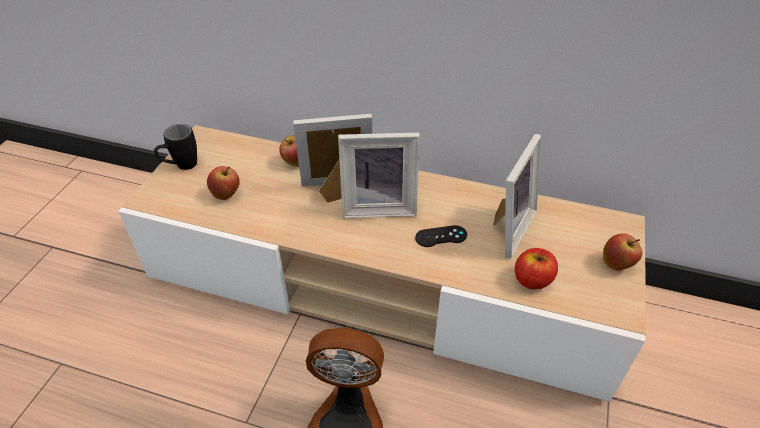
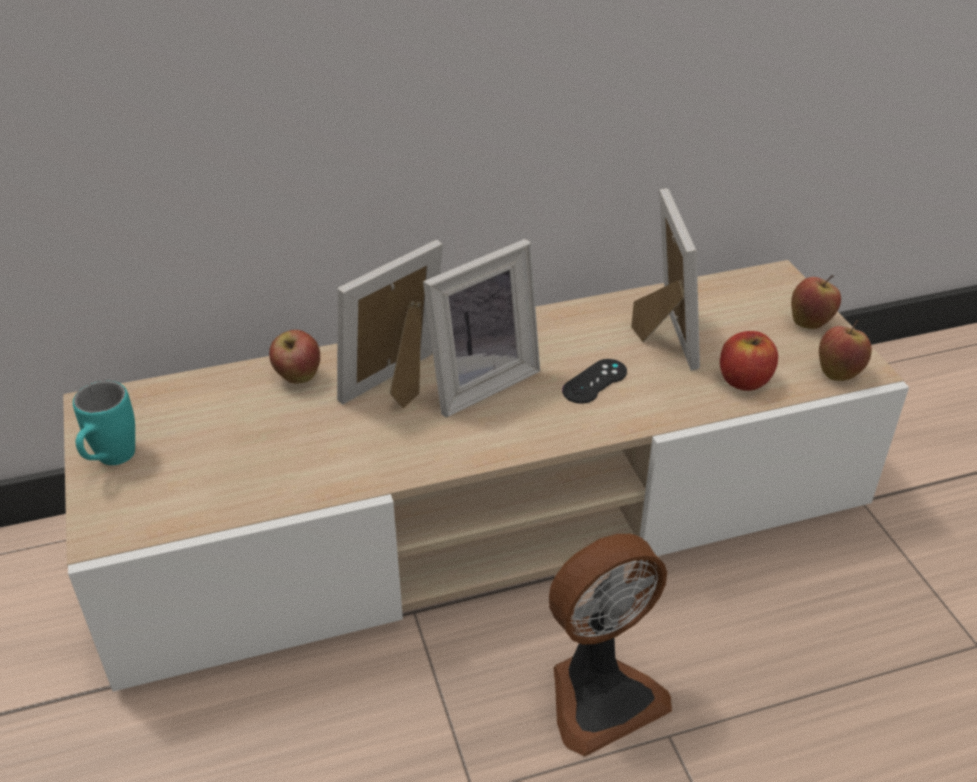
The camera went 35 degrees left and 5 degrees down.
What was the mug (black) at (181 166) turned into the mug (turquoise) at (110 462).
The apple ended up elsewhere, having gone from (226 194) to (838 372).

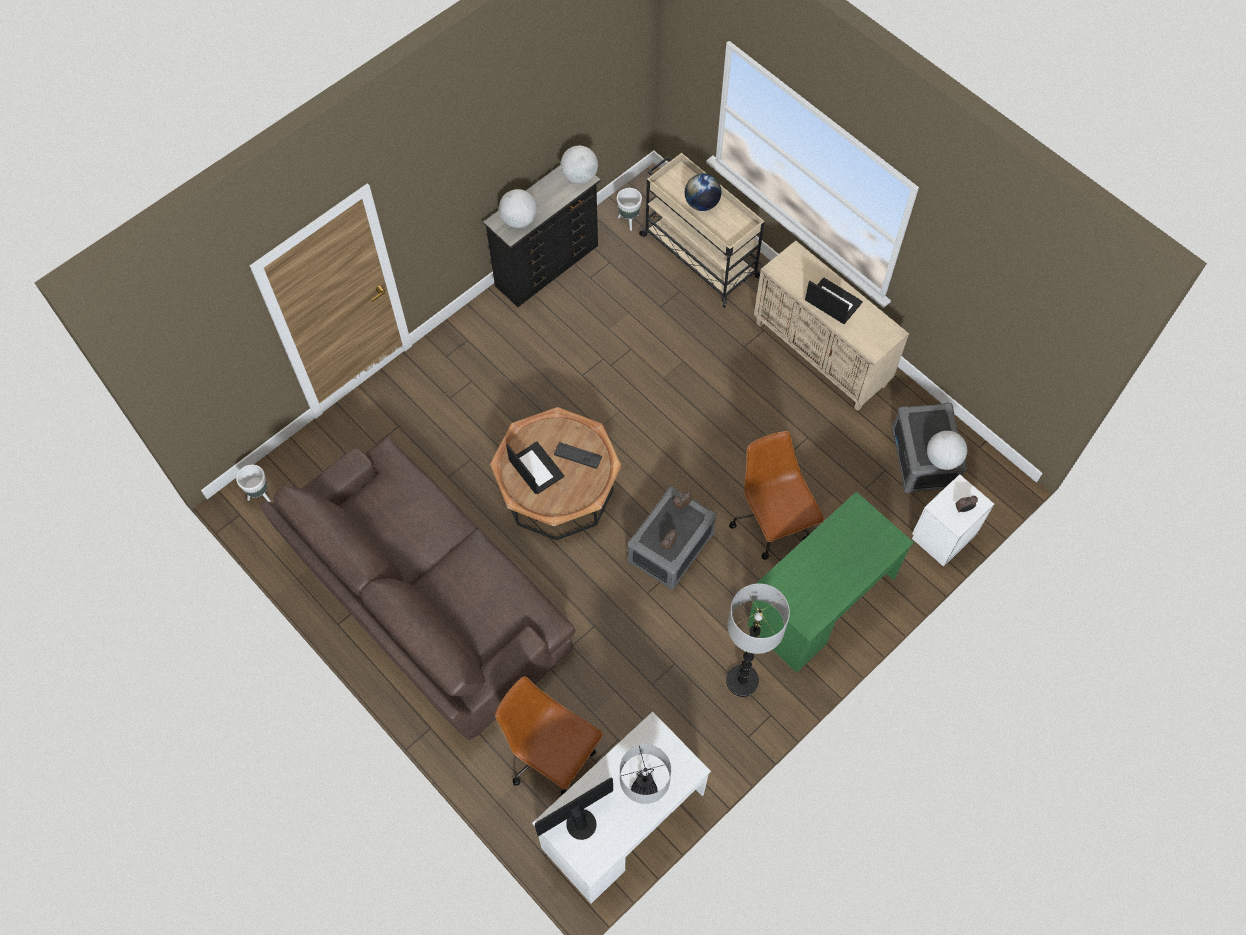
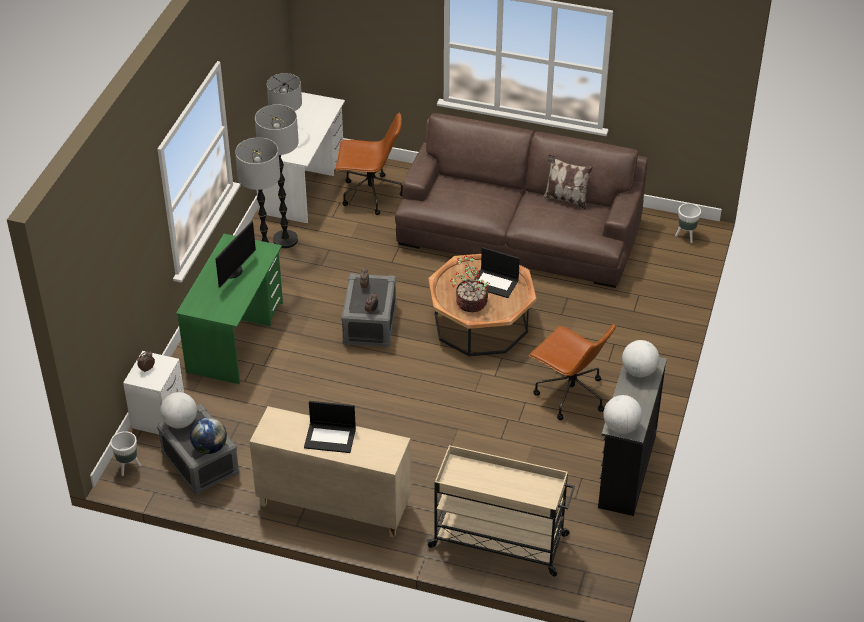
The camera went 150 degrees right and 20 degrees down.
The monitor ended up elsewhere, having gone from (579 821) to (233 271).
Where the keyboard stood at (578 455), the potted plant came to stand at (470 302).
The planter (white) ended up elsewhere, having gone from (629 221) to (128 467).
The globe ended up elsewhere, having gone from (702 203) to (209 447).
The office chair (brown) ended up elsewhere, having gone from (772 523) to (569 394).
The second view gained the floor lamp at (285 240).
The second view gained the pillow at (565 199).

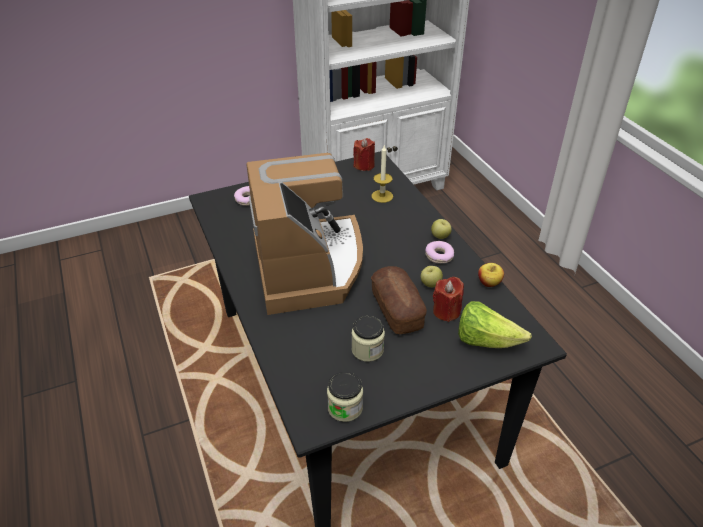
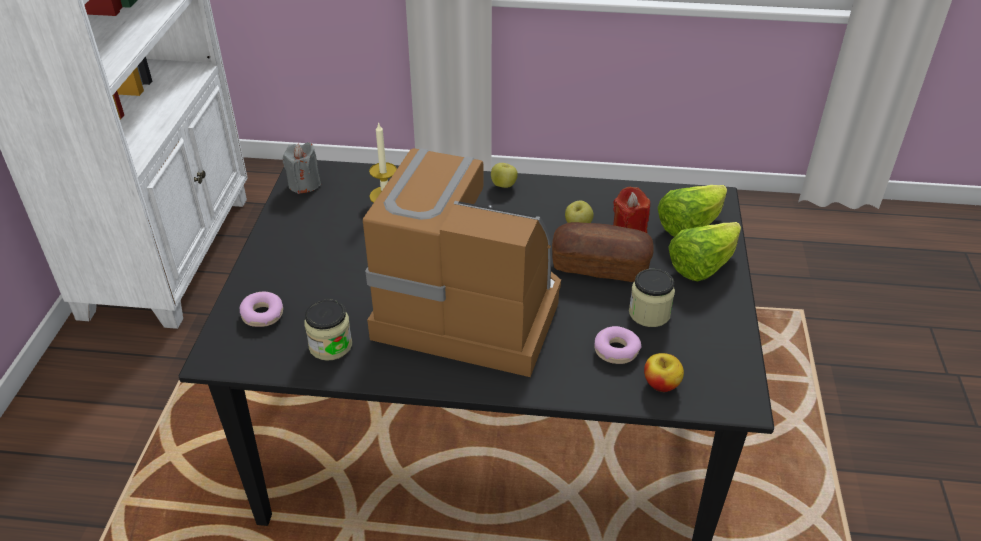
The camera went 60 degrees left and 0 degrees up.
The jar ended up elsewhere, having gone from (345 407) to (330 345).
What was the candle (red) at (364 165) turned into the candle (grey) at (304 184).
The donut ended up elsewhere, having gone from (439 256) to (616 350).
The apple ended up elsewhere, having gone from (489 283) to (661 384).
The second view gained the lettuce at (702 266).

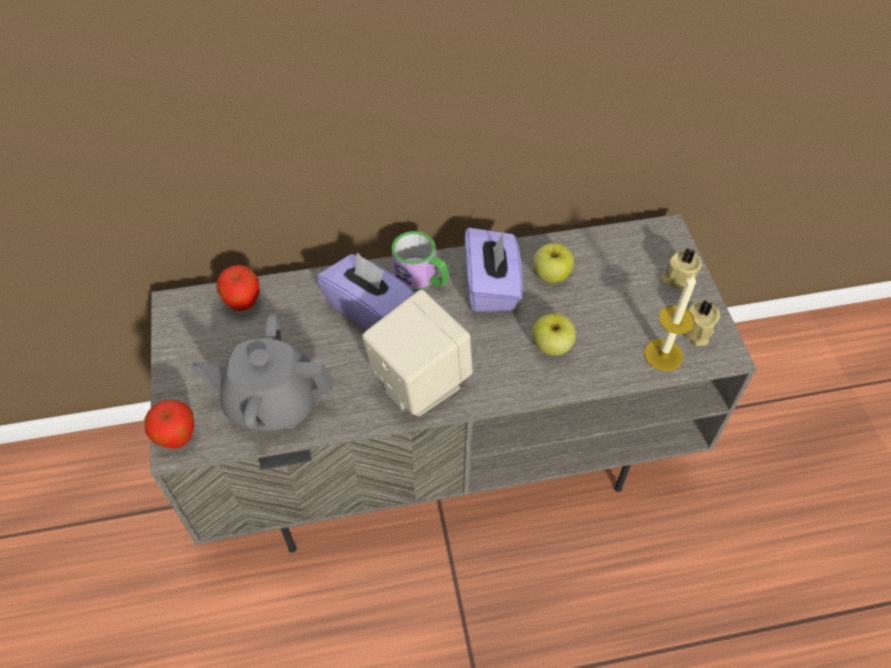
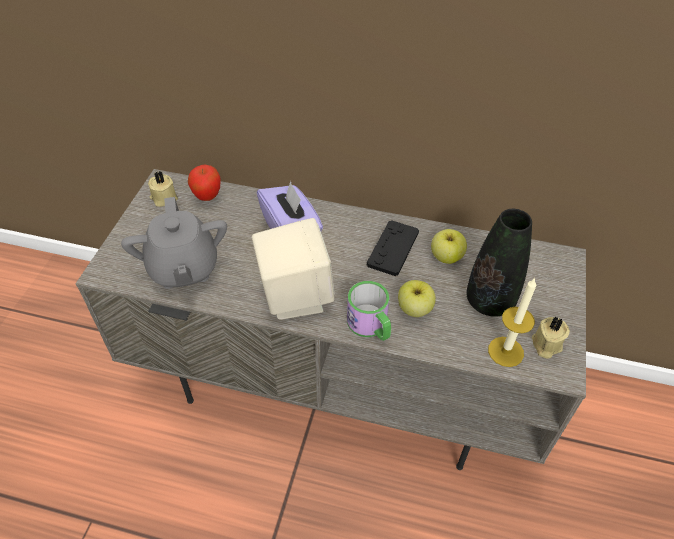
The camera went 25 degrees right and 5 degrees down.
The second view lost the apple at (178 438).
The teapot (grey) at (272 402) ended up facing another way, 135 degrees counterclockwise from before.
The mug ended up elsewhere, having gone from (421 278) to (371 326).
Where the tissue box (purple) stood at (491 286), the game controller (black) came to stand at (393 248).
The candle (beige) ended up elsewhere, having gone from (678 279) to (163 198).
The second view gained the vase (black) at (489 302).

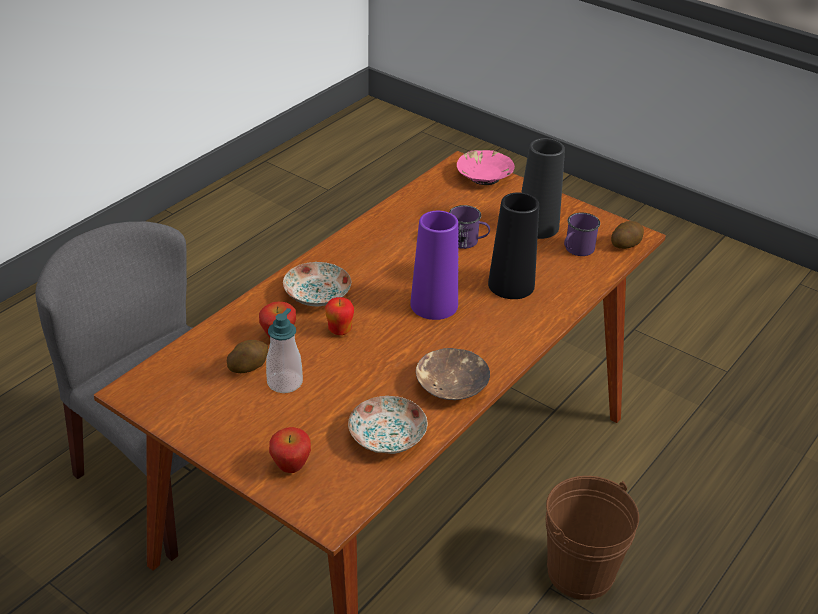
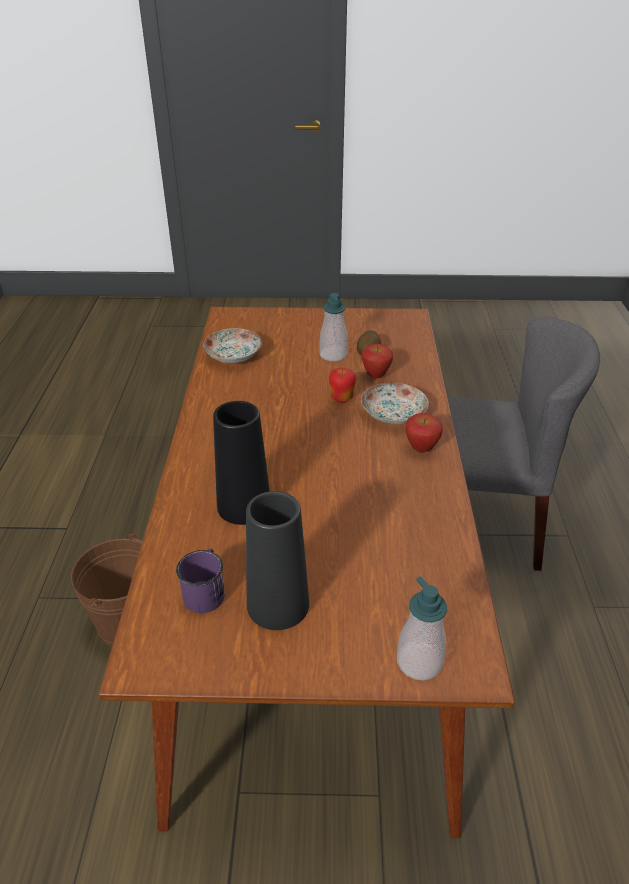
The camera went 145 degrees right and 0 degrees up.
The apple ended up elsewhere, having gone from (291 467) to (421 449).
The second view lost the vase (purple) at (434 304).
The second view lost the bowl (brown) at (451 385).
The second view lost the mug (purple) at (468 241).
Where the bowl (pink) stood at (485 176), the soap dispenser came to stand at (419 662).
The second view lost the potato at (625 244).

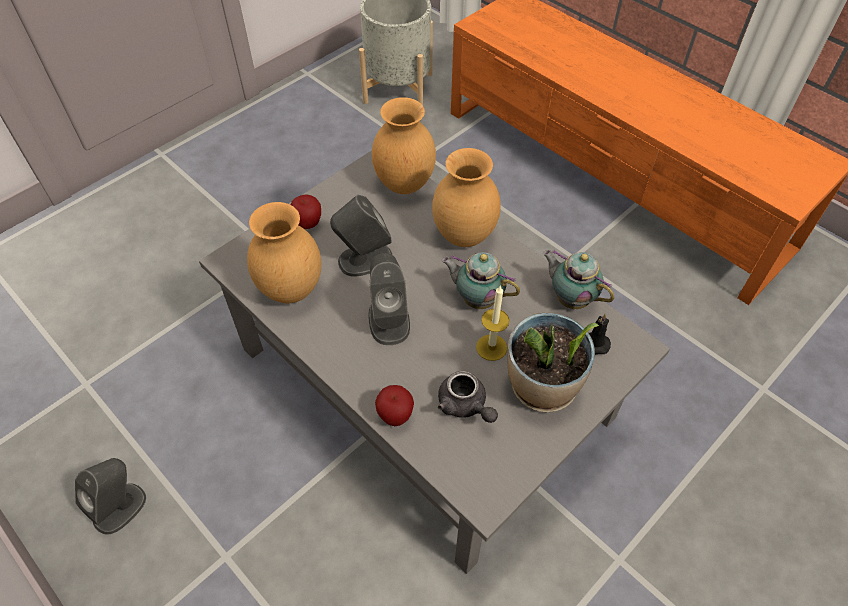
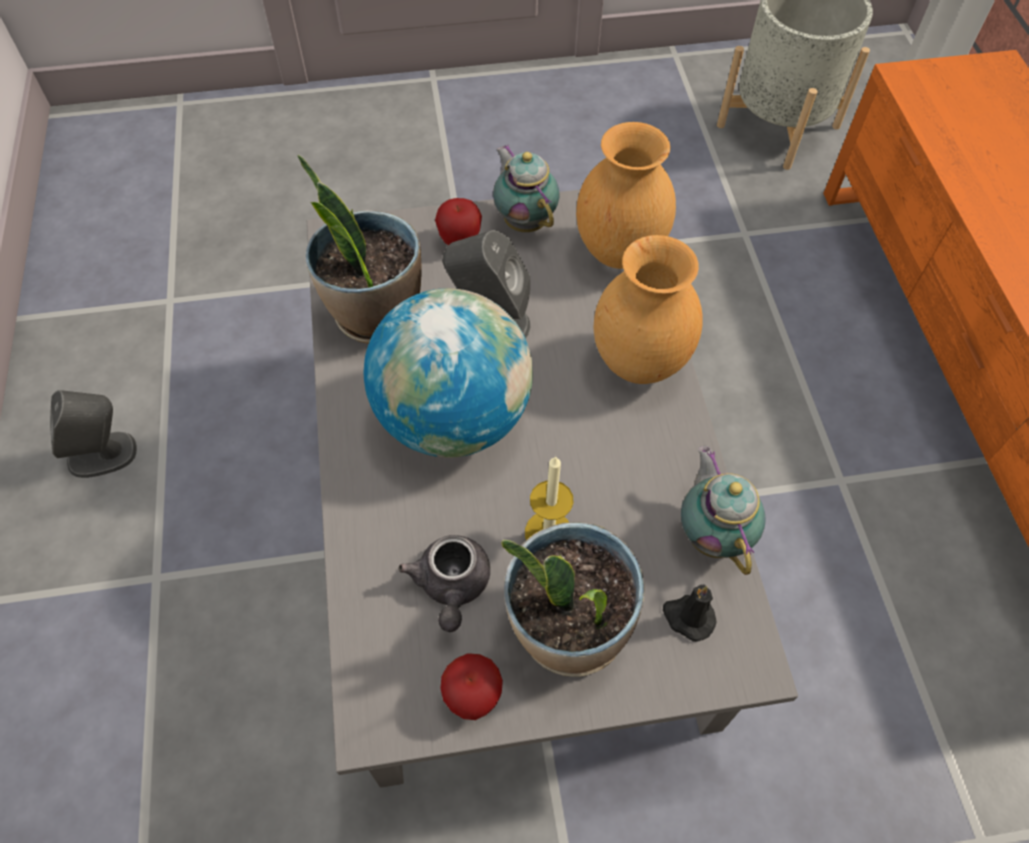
The camera went 35 degrees right and 5 degrees up.
Where the vase (brown) stood at (292 290), the potted plant came to stand at (375 314).
Where the speaker (grey) stood at (389 319), the globe came to stand at (453 417).
The apple ended up elsewhere, having gone from (395 416) to (472 697).
The teapot ended up elsewhere, having gone from (477 299) to (524 221).

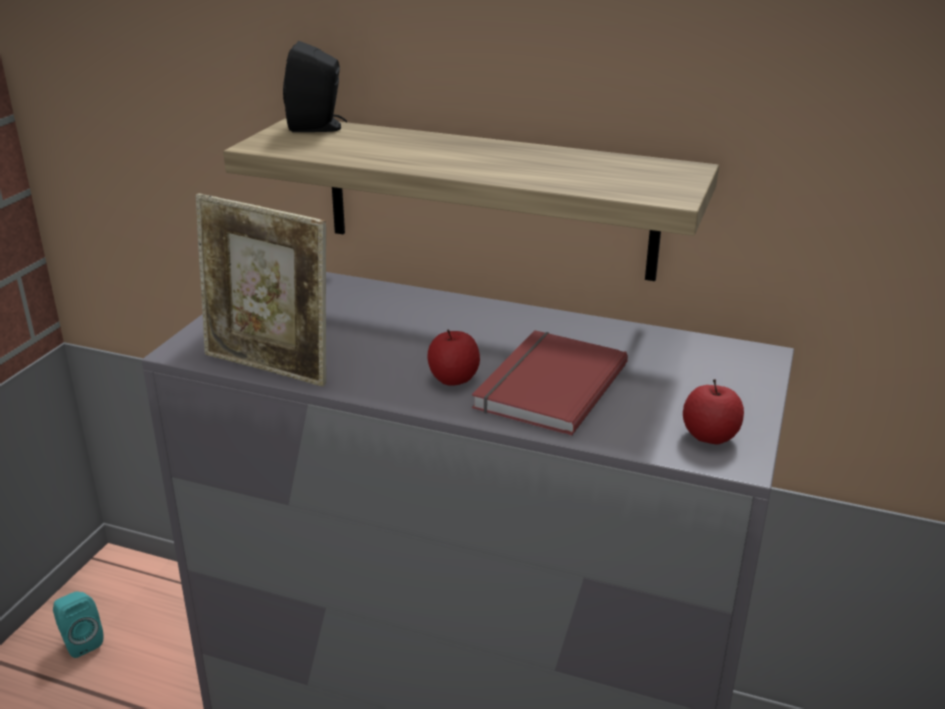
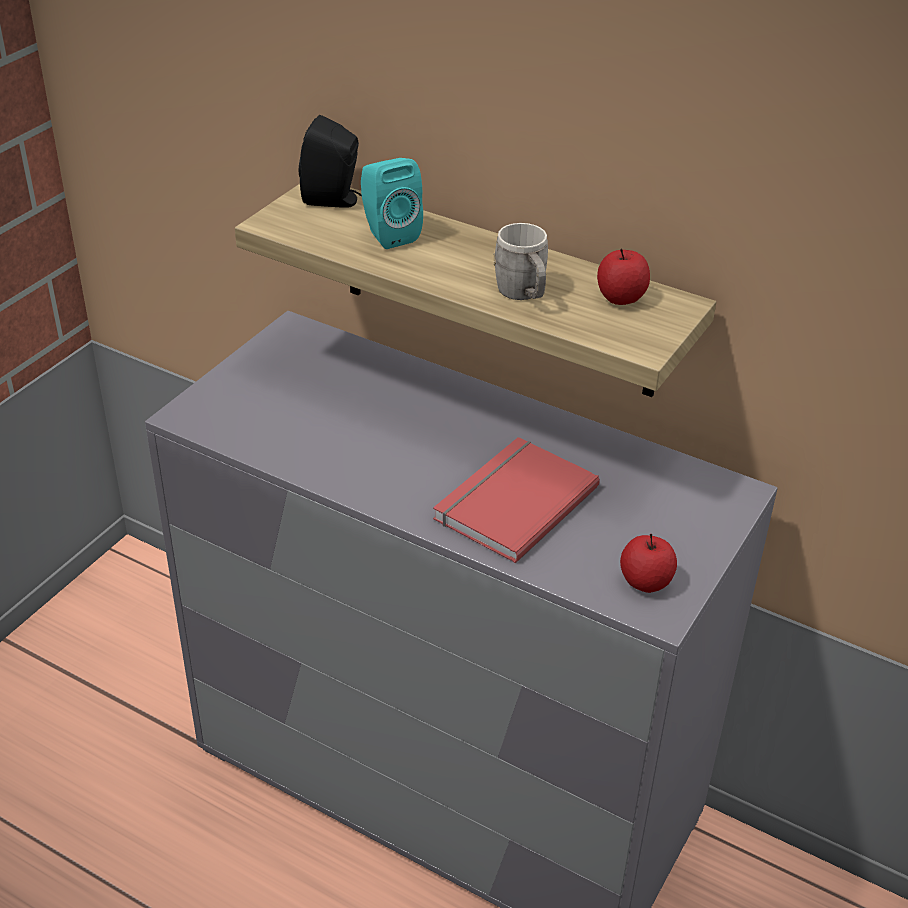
The camera went 10 degrees right and 10 degrees up.
The speaker (turquoise) ended up elsewhere, having gone from (80 642) to (388 234).
The second view lost the picture frame at (269 367).
The apple ended up elsewhere, having gone from (453 379) to (620 298).
The second view gained the mug (grey) at (523 295).

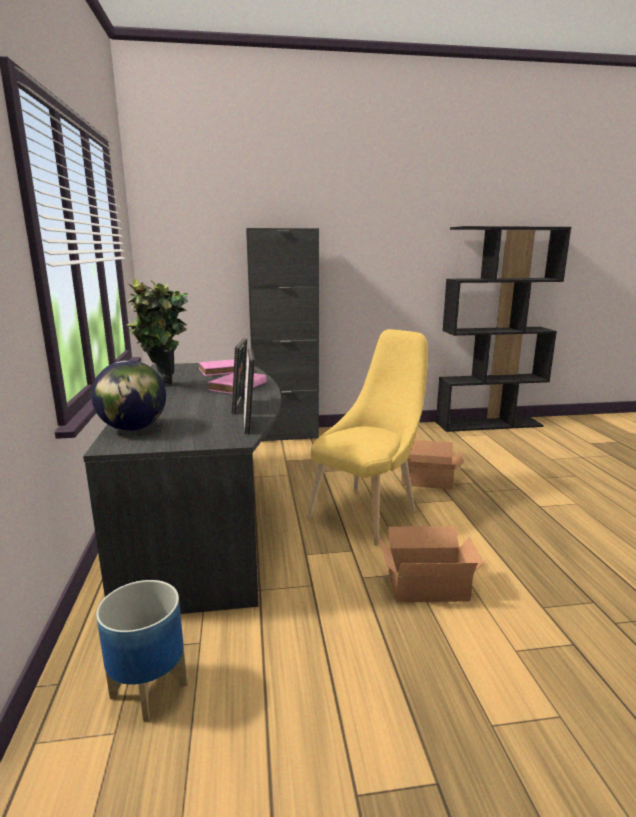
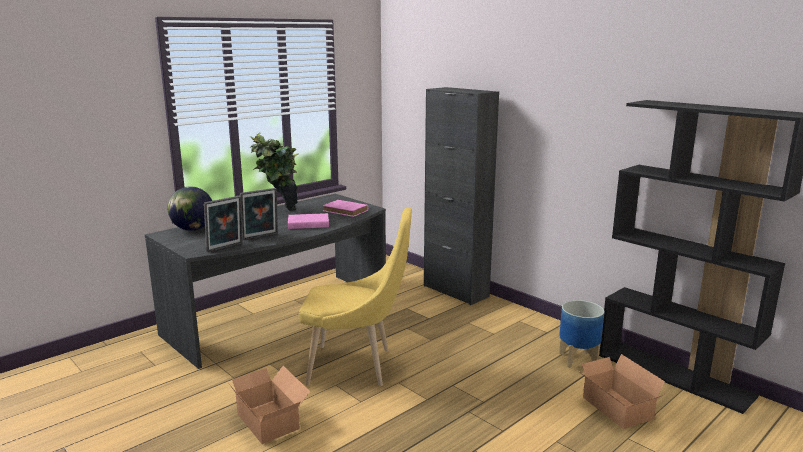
The camera went 55 degrees right and 0 degrees up.
The planter ended up elsewhere, having gone from (148 690) to (577 359).
The cardboard box ended up elsewhere, having gone from (427 481) to (616 409).

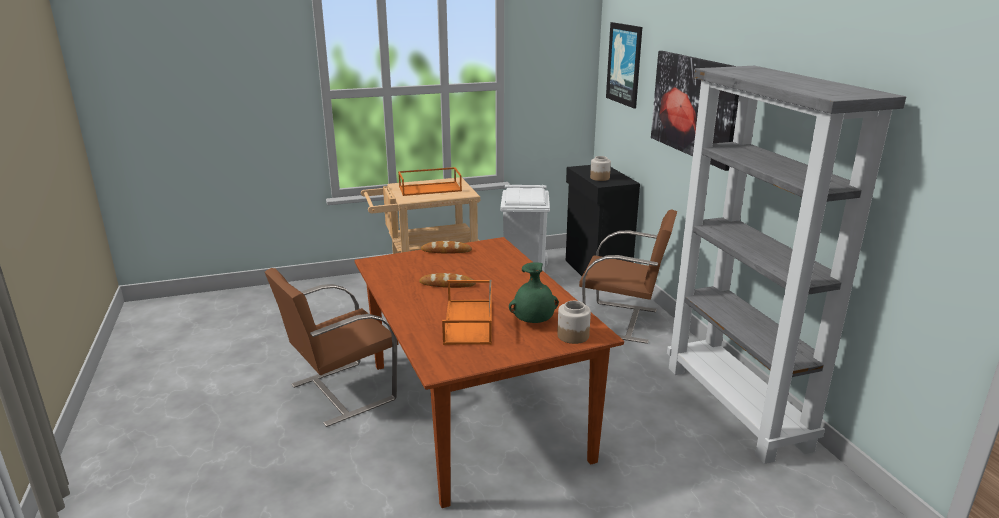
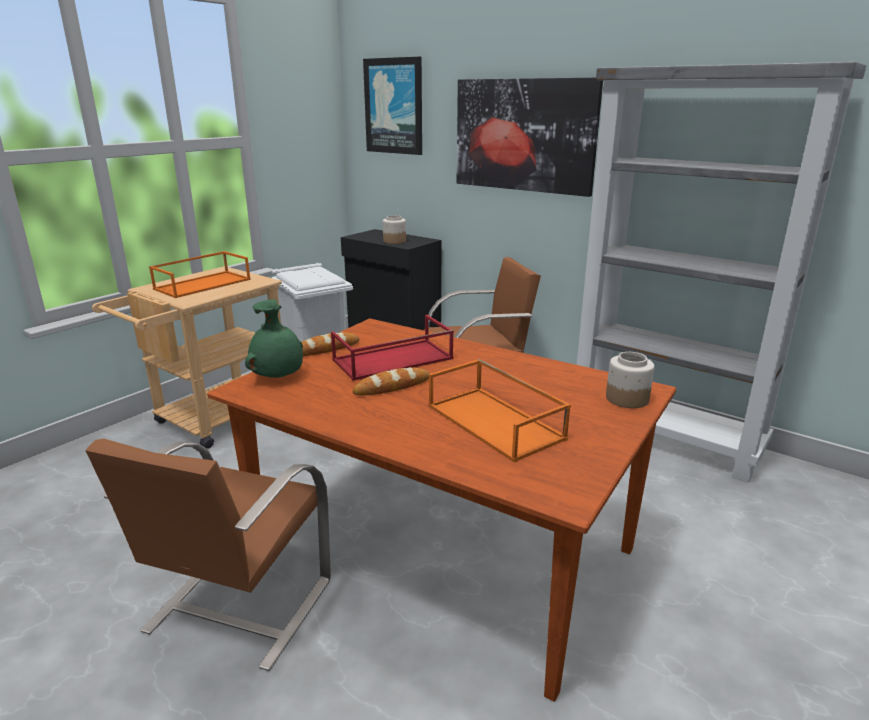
The camera went 35 degrees left and 0 degrees up.
The vase (green) ended up elsewhere, having gone from (533 322) to (278 377).
The second view gained the tray (red) at (392 360).

